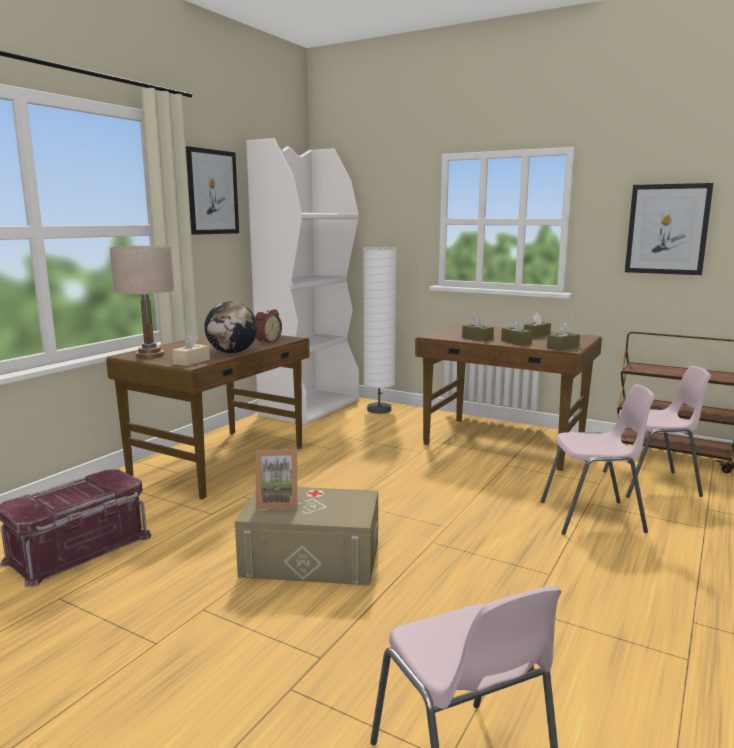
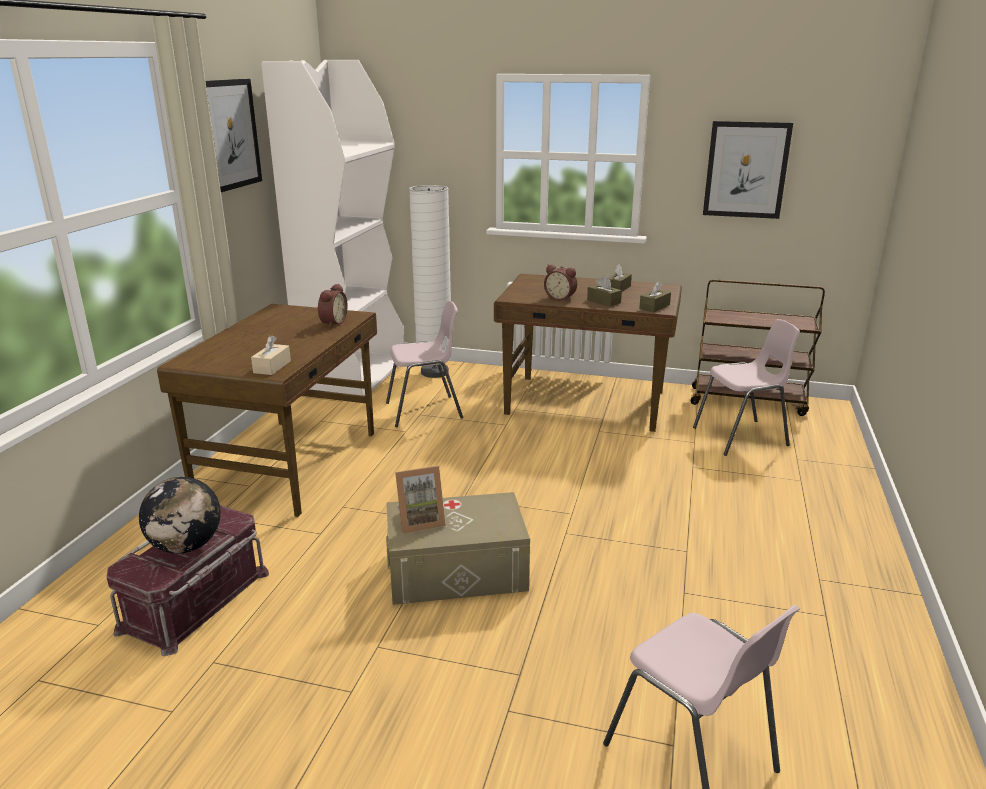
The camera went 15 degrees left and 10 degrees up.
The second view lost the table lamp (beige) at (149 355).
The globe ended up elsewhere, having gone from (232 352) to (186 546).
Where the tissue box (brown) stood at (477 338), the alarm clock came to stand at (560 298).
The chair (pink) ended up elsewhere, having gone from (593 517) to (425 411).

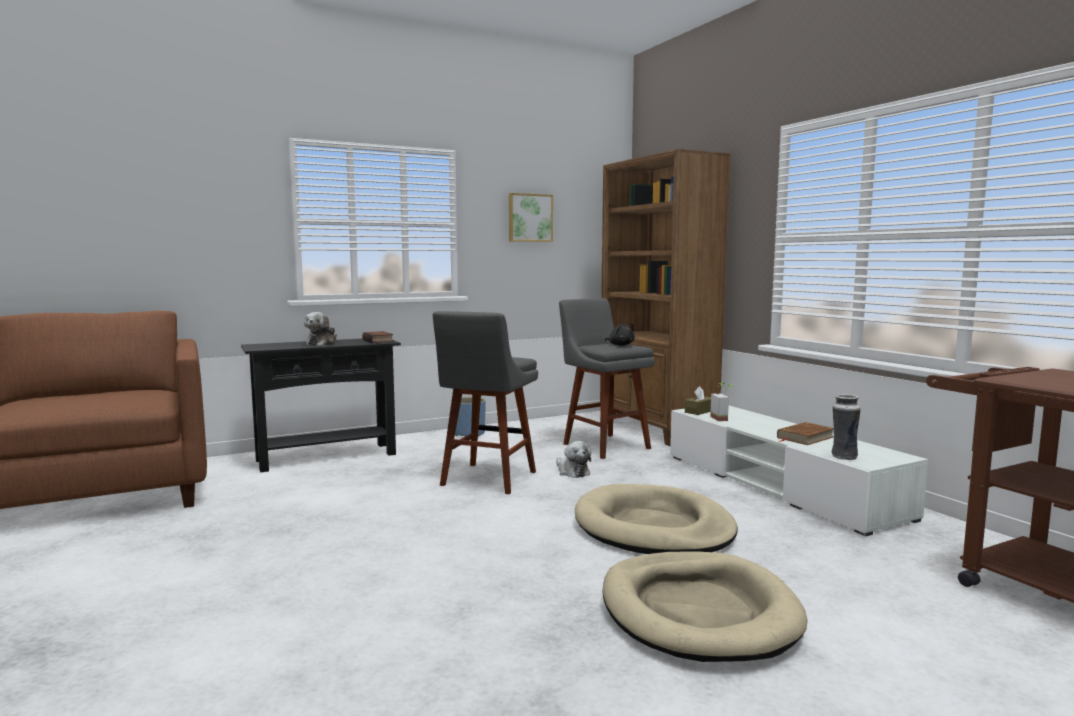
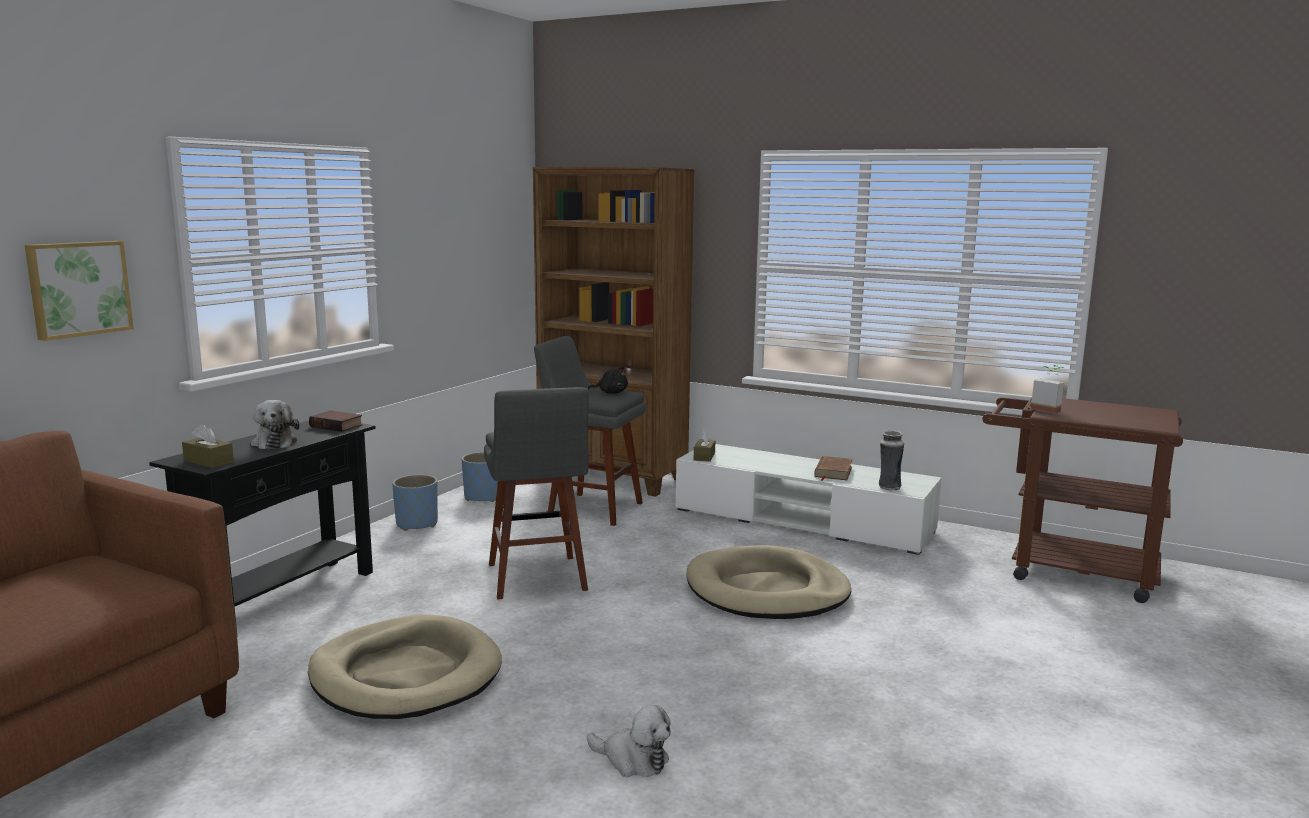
The camera went 35 degrees left and 5 degrees up.
The picture ended up elsewhere, having gone from (529 218) to (78 288).
The plush toy ended up elsewhere, having gone from (572 472) to (633 760).
The dog bed (beige) ended up elsewhere, having gone from (698 612) to (405 675).
The potted plant ended up elsewhere, having gone from (723 418) to (1048 409).
The second view gained the tissue box (brown) at (208 461).
The second view gained the planter (blue) at (483 497).

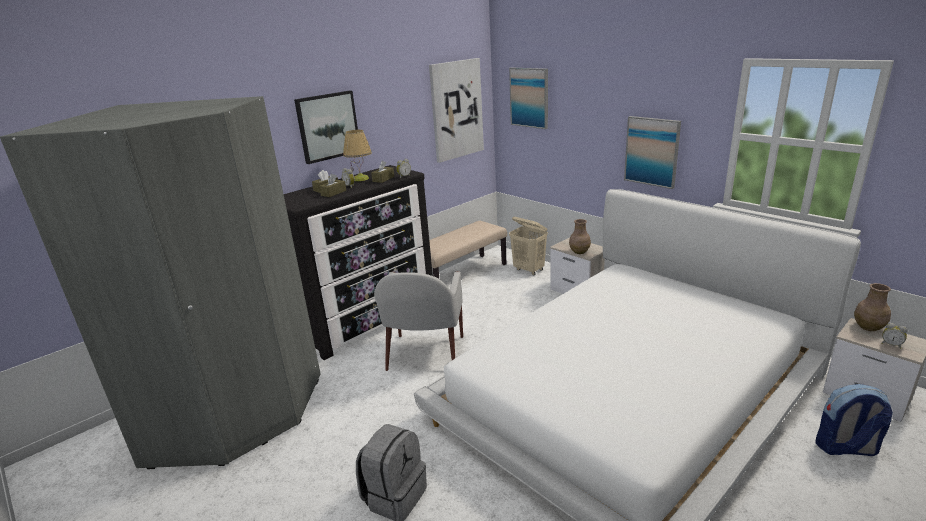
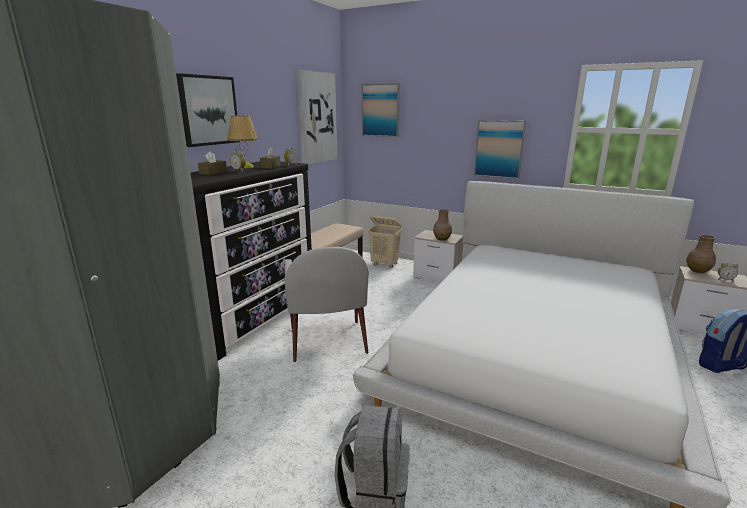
The camera went 20 degrees left and 5 degrees down.
The second view lost the tissue box (brown) at (333 193).

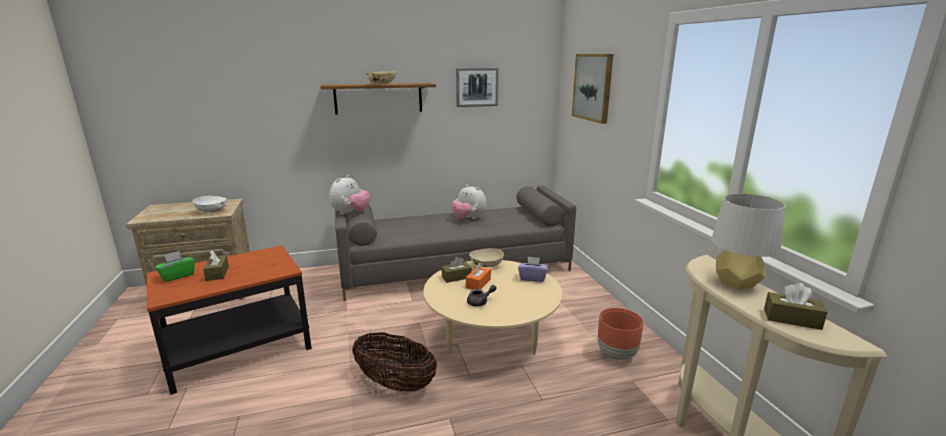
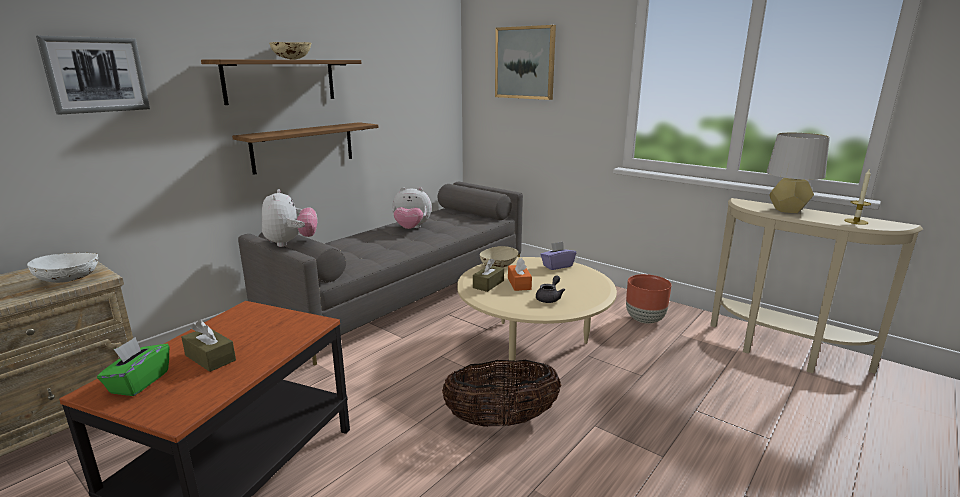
The camera went 35 degrees left and 0 degrees up.
The picture ended up elsewhere, having gone from (477 87) to (96 75).
Where the tissue box (brown) stood at (792 319), the candle came to stand at (856 221).
The second view gained the shelf at (303 147).

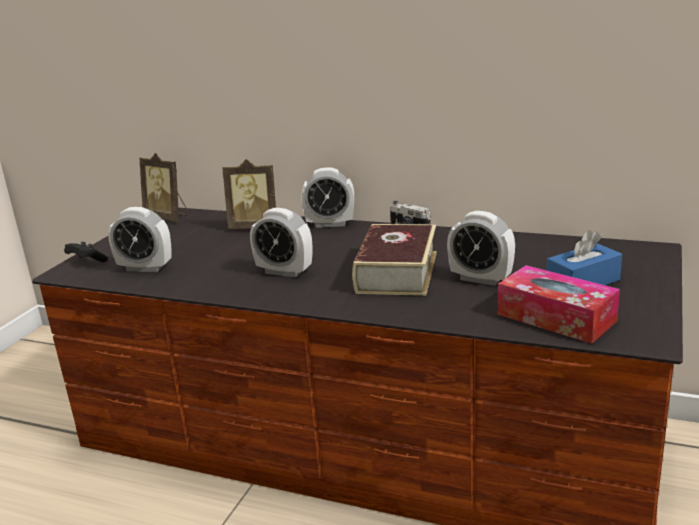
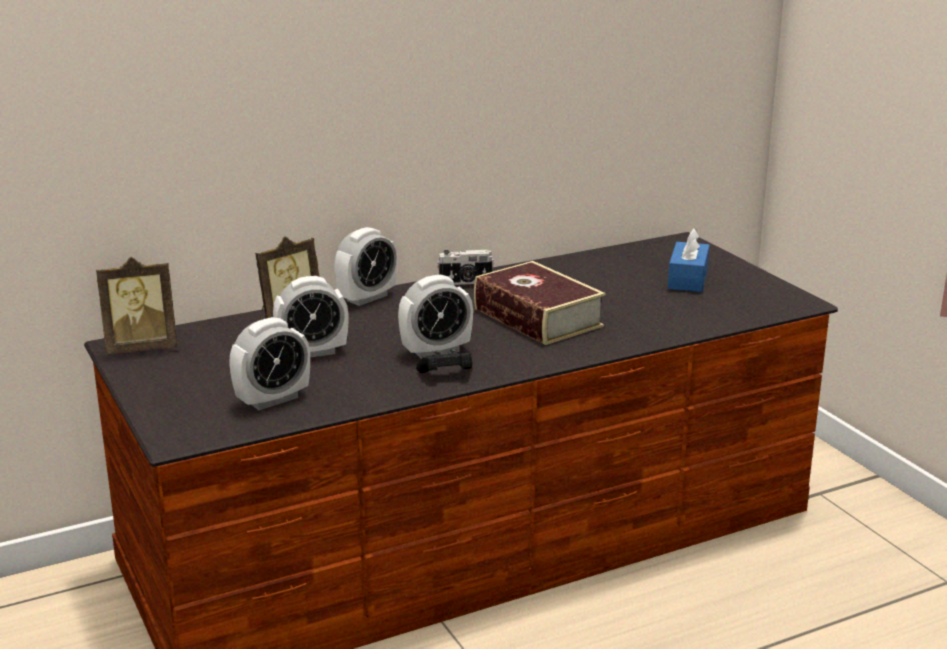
The camera went 50 degrees left and 0 degrees up.
The game controller (black) ended up elsewhere, having gone from (86 261) to (446 375).
The alarm clock ended up elsewhere, having gone from (480 279) to (312 352).
The second view lost the tissue box at (556 318).

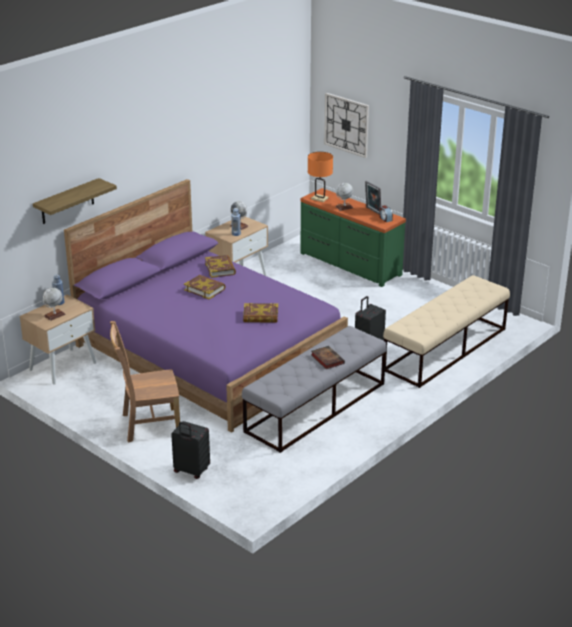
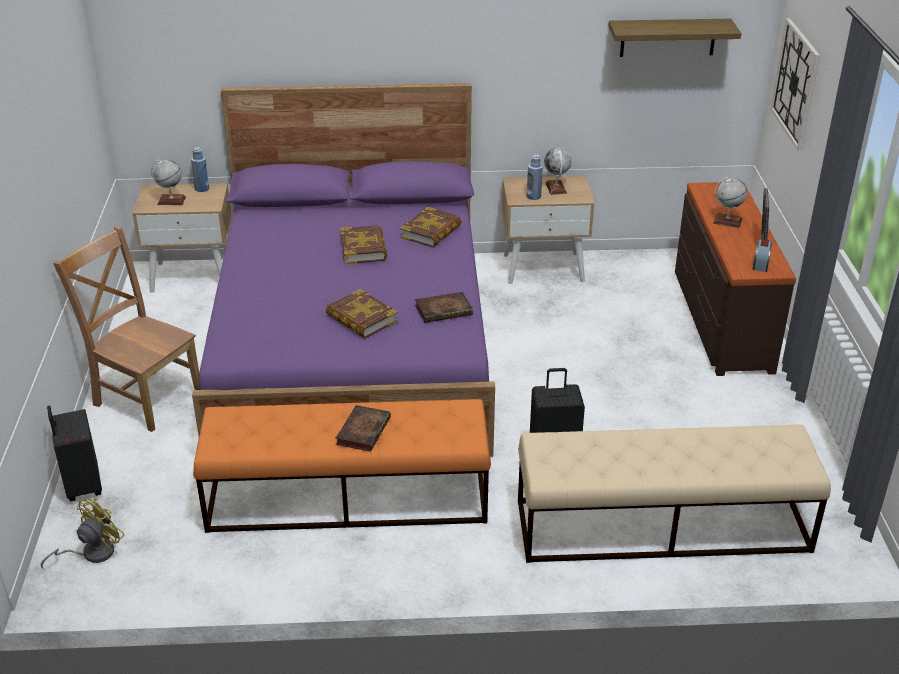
The camera went 45 degrees right and 5 degrees up.
The shelf ended up elsewhere, having gone from (67 202) to (668 37).
What was the bench (grey) at (316 407) turned into the bench (orange) at (348 498).
What was the dresser (green) at (349 264) turned into the dresser (brown) at (720 320).
The second view lost the table lamp (orange) at (319 198).
The second view gained the fan (yellow) at (91 553).
The second view gained the book at (445 310).

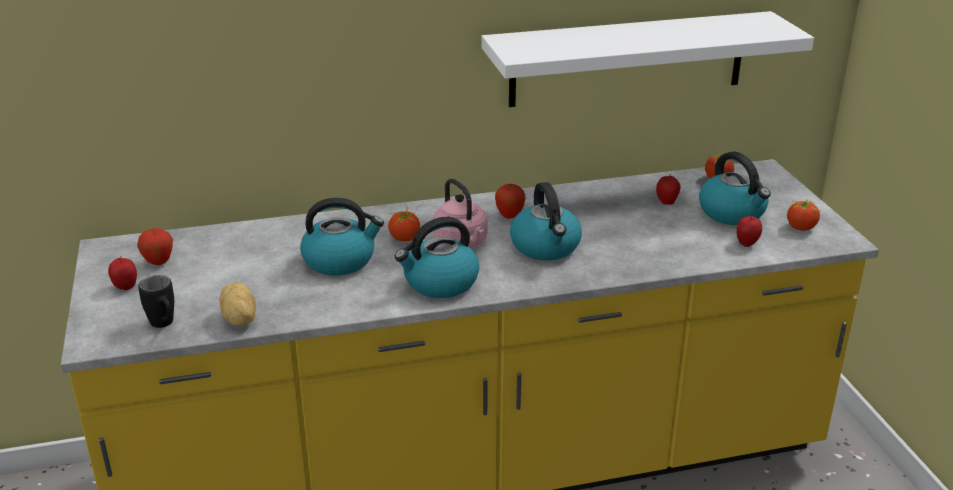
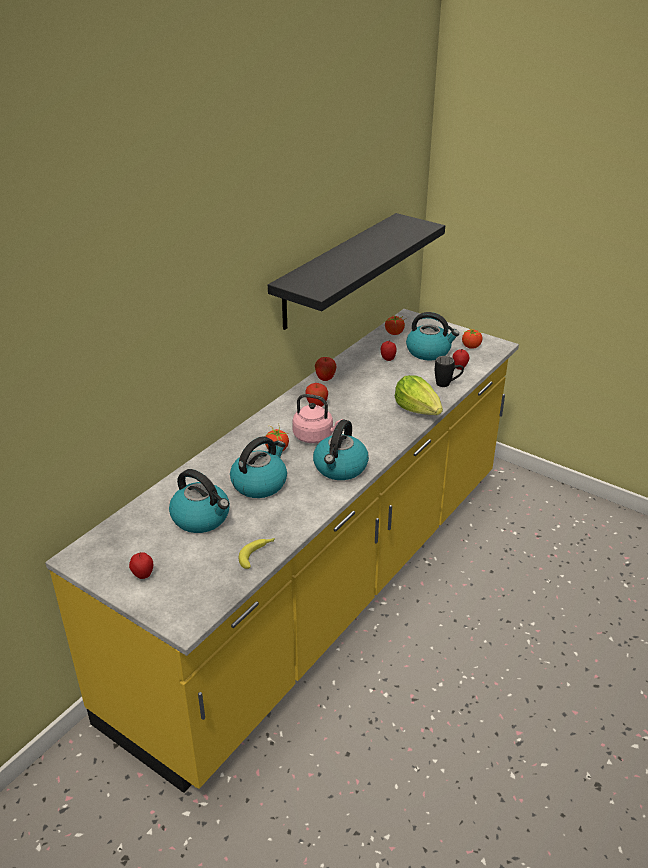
The camera went 40 degrees left and 5 degrees up.
The apple ended up elsewhere, having gone from (158 263) to (325 379).
The mug (black) ended up elsewhere, having gone from (164 325) to (447 384).
Where the potato stood at (238 319), the banana came to stand at (257 554).
What was the shelf (white) at (628 59) turned into the shelf (black) at (336 271).
The kettle ended up elsewhere, having gone from (546 247) to (202 518).
The second view gained the lettuce at (418 409).

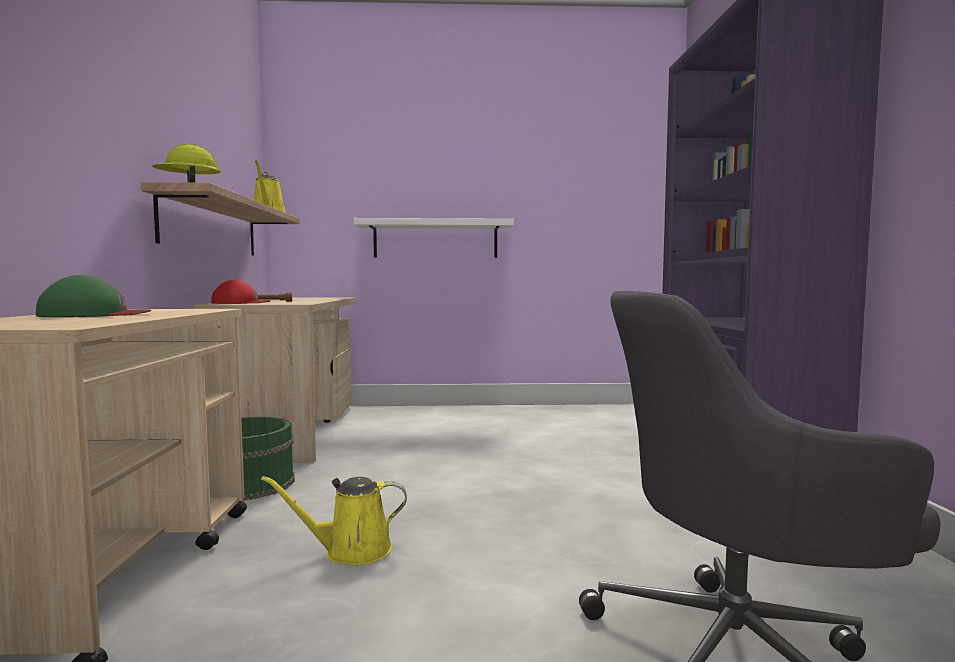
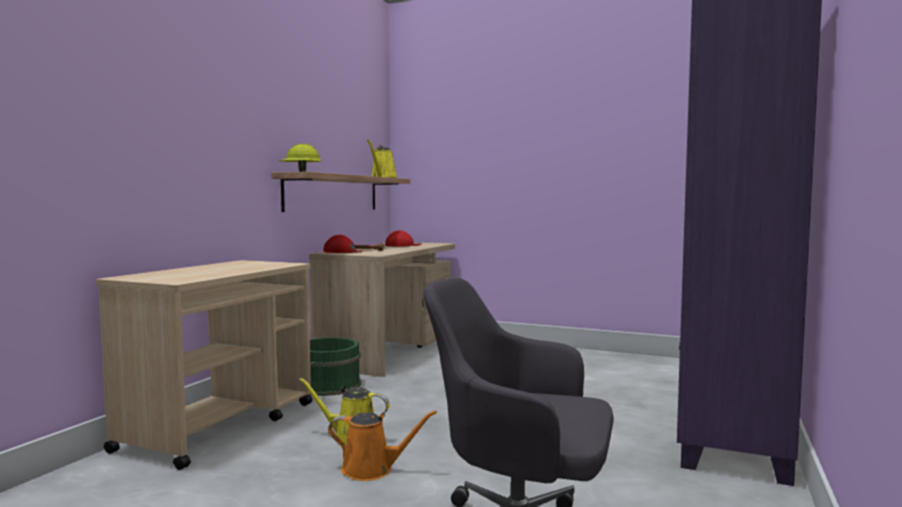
The camera went 25 degrees right and 0 degrees up.
The second view lost the cap (green) at (93 315).
The second view lost the shelf (white) at (435 239).
The second view gained the watering can (orange) at (372 469).
The second view gained the cap (red) at (402 245).

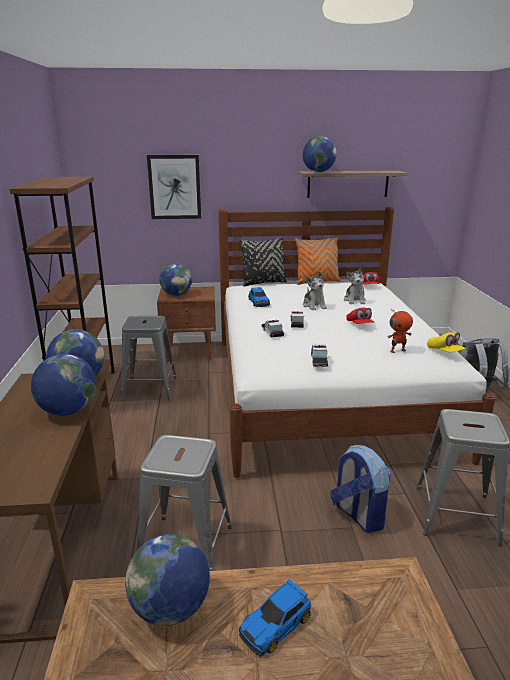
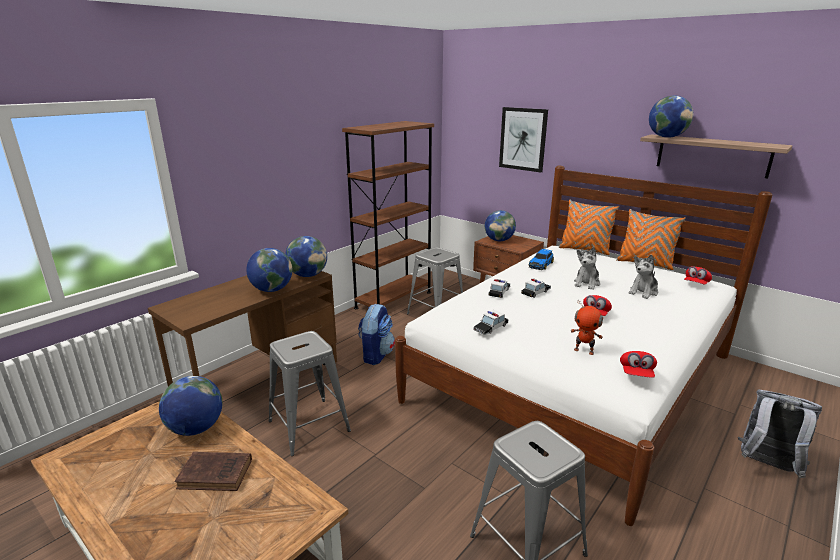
The camera went 45 degrees right and 0 degrees up.
Where the toy car stood at (277 624), the book (brown) came to stand at (217 474).
What was the pillow (black) at (263 283) turned into the pillow (orange) at (584 250).
The backpack ended up elsewhere, having gone from (358 515) to (376 355).
What was the cap (yellow) at (444 352) turned into the cap (red) at (636 373).

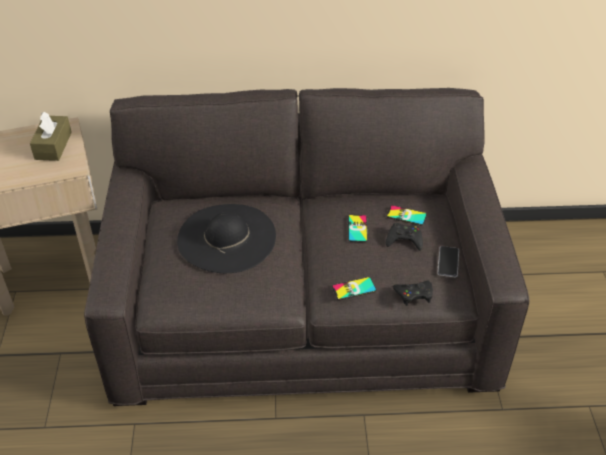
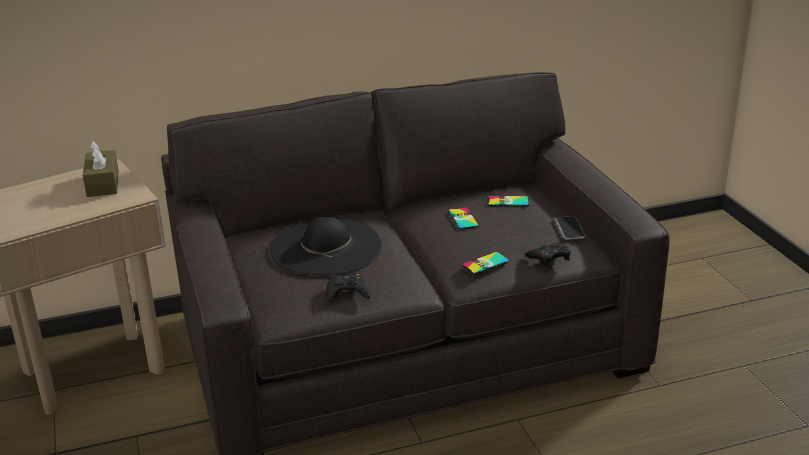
The camera went 15 degrees left and 15 degrees down.
The game controller (black) ended up elsewhere, having gone from (404 239) to (347 292).

